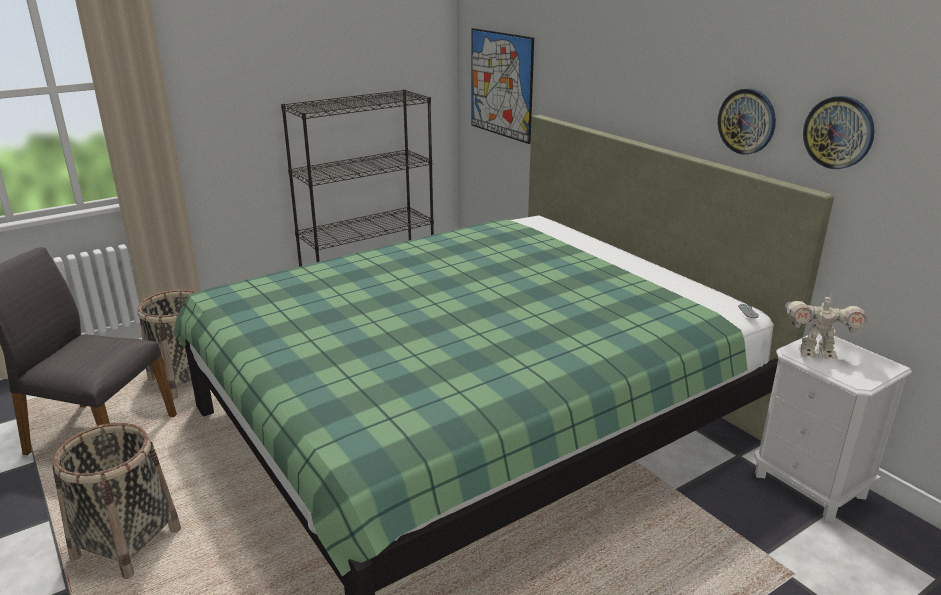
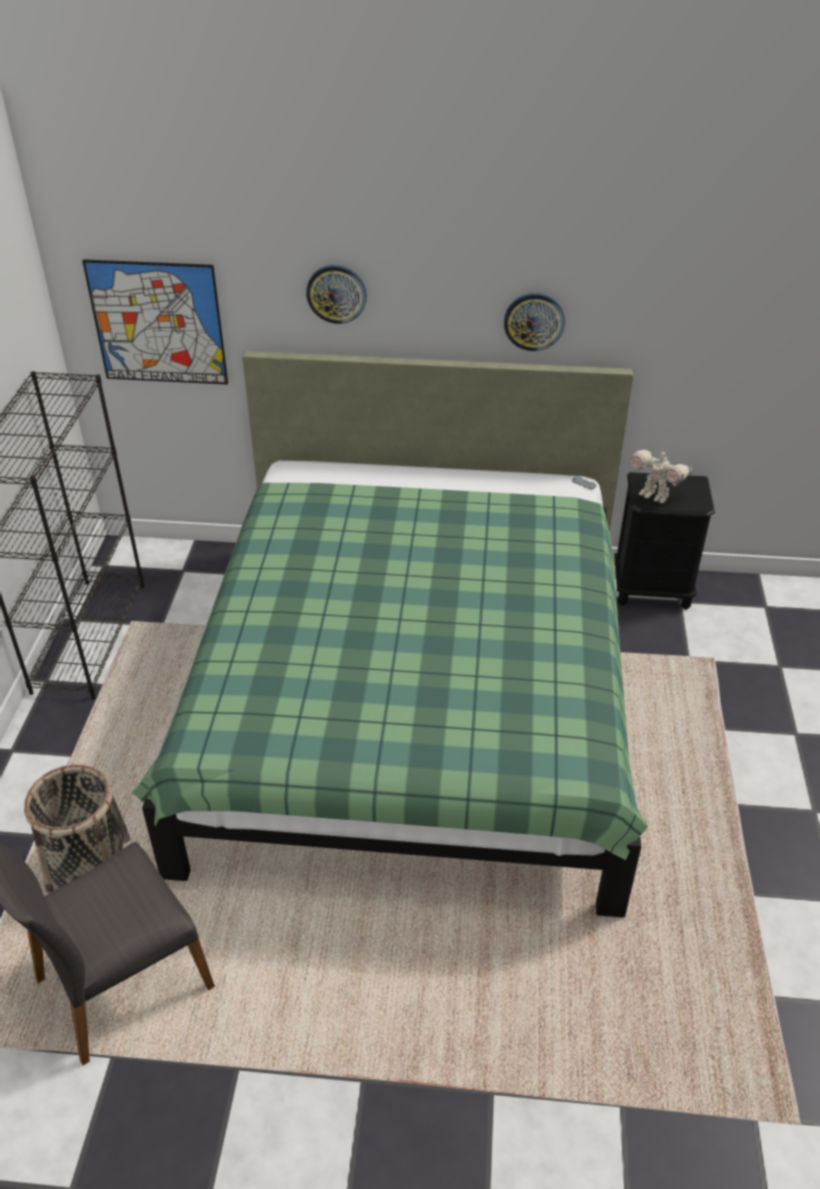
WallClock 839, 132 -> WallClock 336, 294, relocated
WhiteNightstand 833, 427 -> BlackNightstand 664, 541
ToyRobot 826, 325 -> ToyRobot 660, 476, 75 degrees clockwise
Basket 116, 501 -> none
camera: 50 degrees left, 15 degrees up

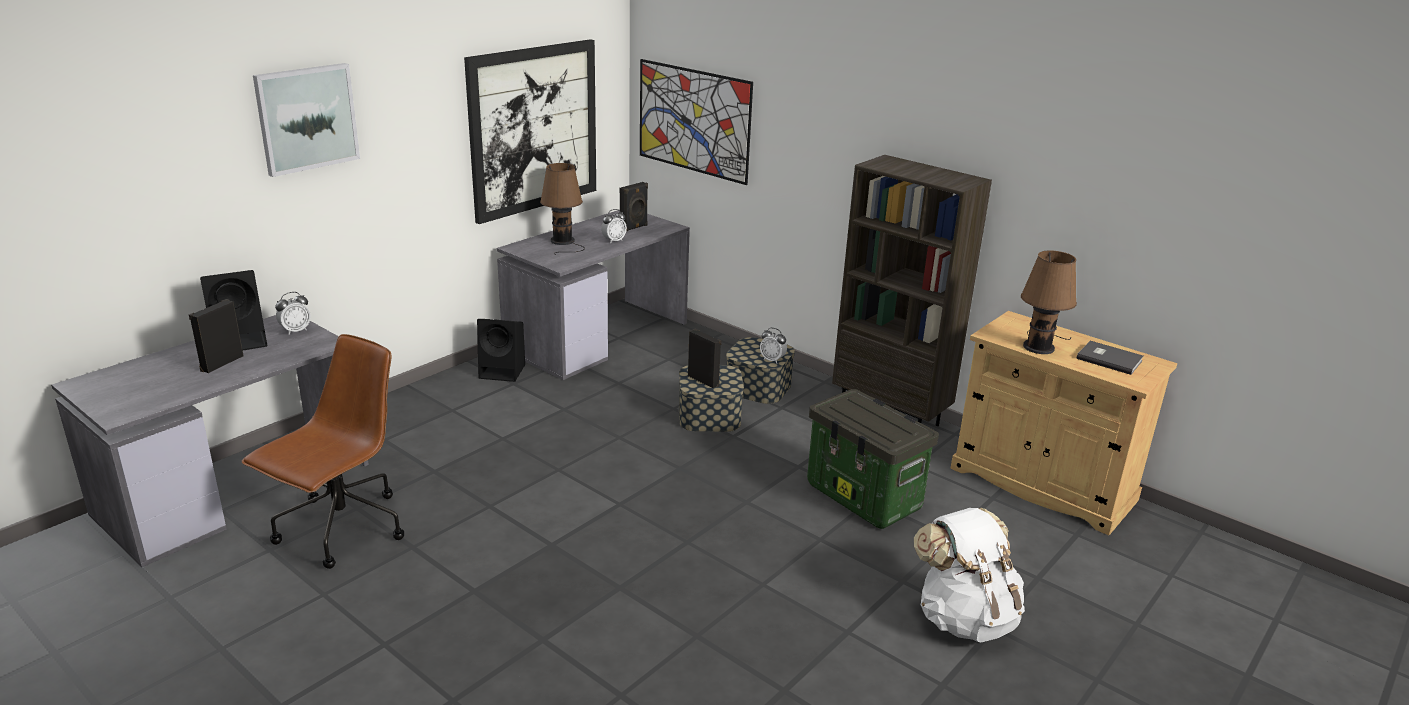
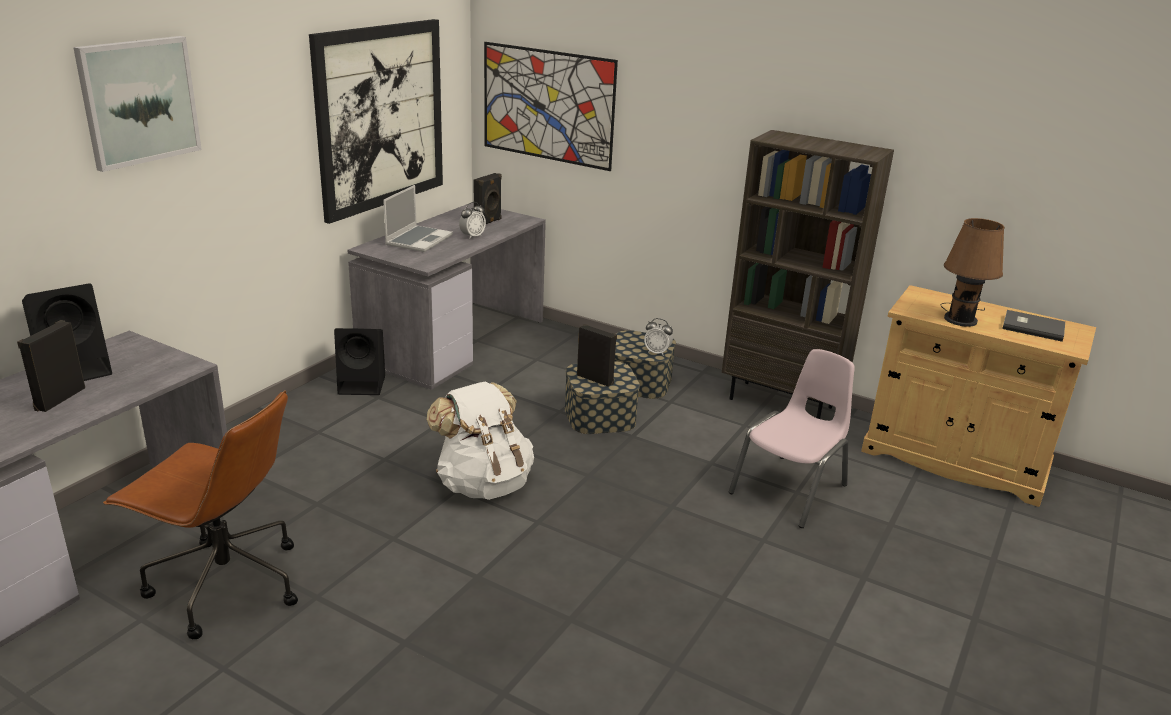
BrownOfficeChair 322, 451 -> BrownOfficeChair 200, 514, 90 degrees clockwise
BrownTableLamp 562, 209 -> Laptop 418, 218
WhiteBackpack 969, 575 -> WhiteBackpack 480, 440, relocated
StorageBox 873, 459 -> PinkChair 791, 438
AlarmClock 293, 313 -> none
camera: 10 degrees left, 0 degrees up

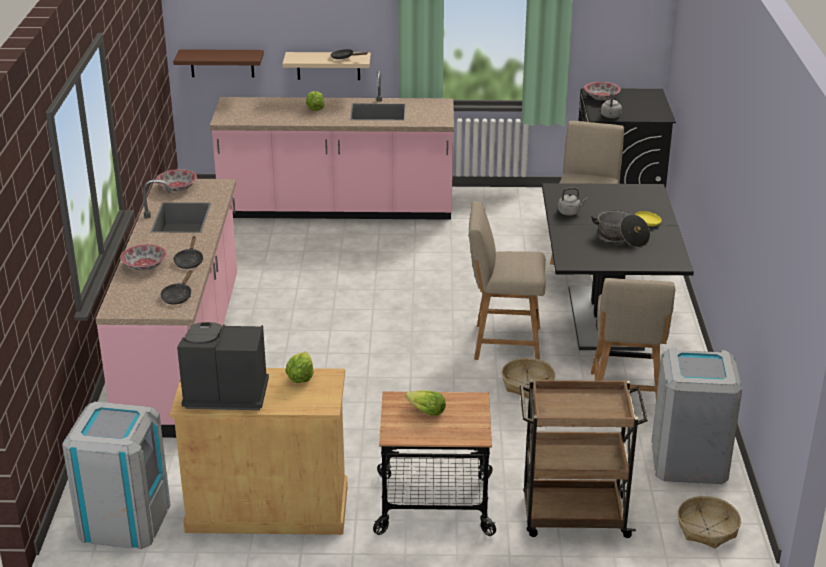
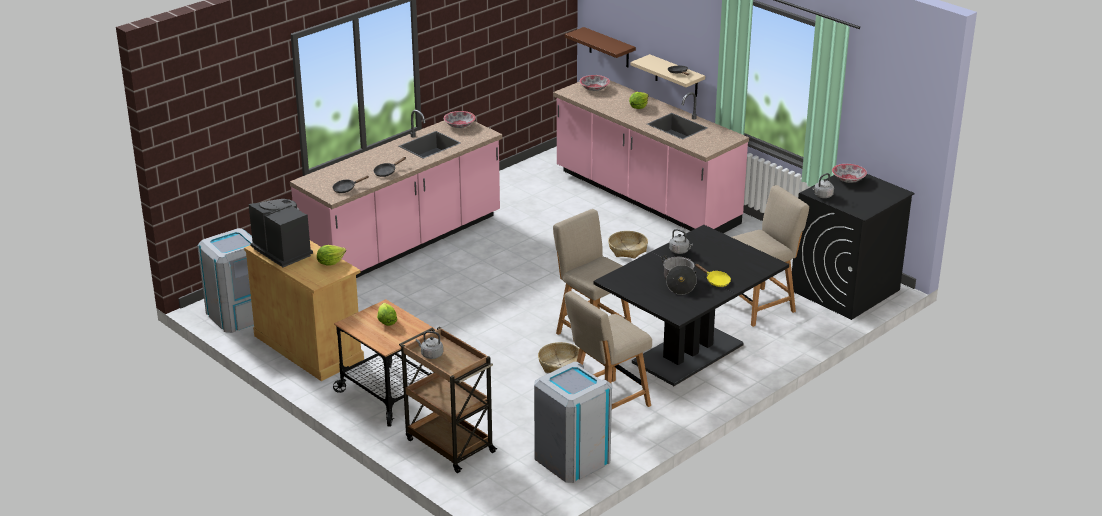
none -> GreyKettle 429, 345
Bowl 143, 257 -> Bowl 594, 83, relocated
Basket 709, 522 -> Basket 628, 245, relocated
camera: 45 degrees right, 0 degrees up

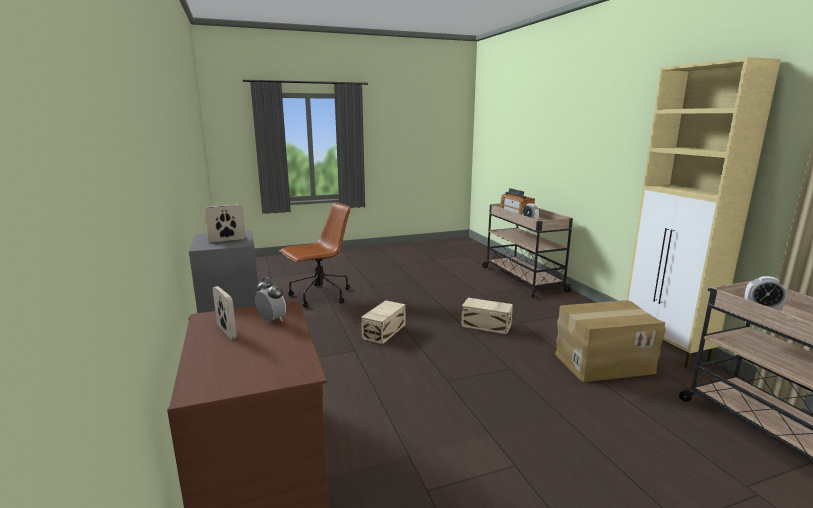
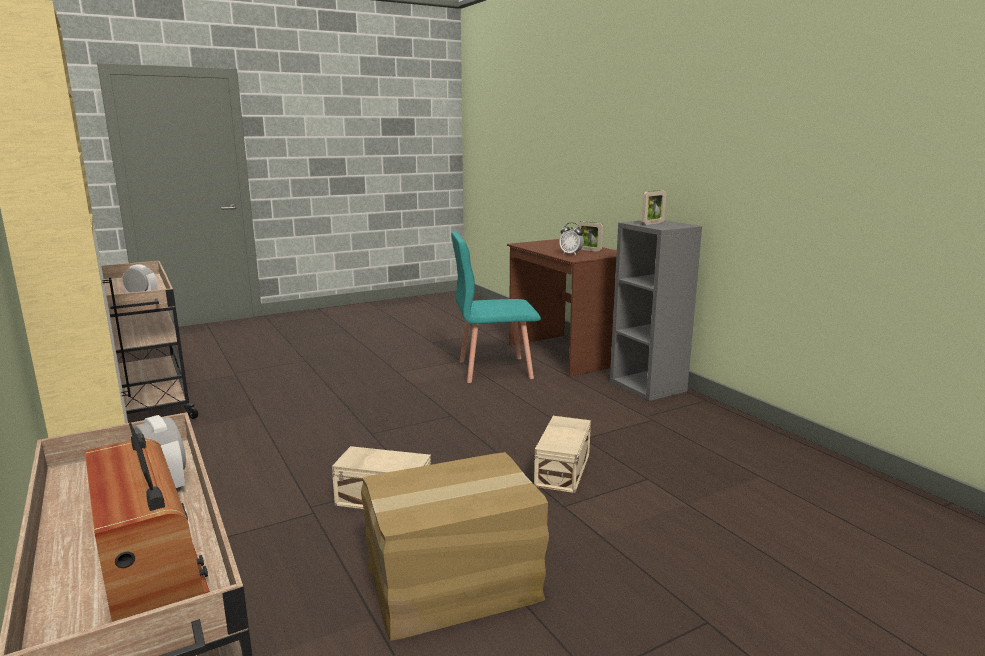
CardboardBox 610, 341 -> CardboardBox 455, 546, relocated
none -> TurquoiseChair 496, 307
BrownOfficeChair 315, 254 -> none
camera: 170 degrees right, 0 degrees up

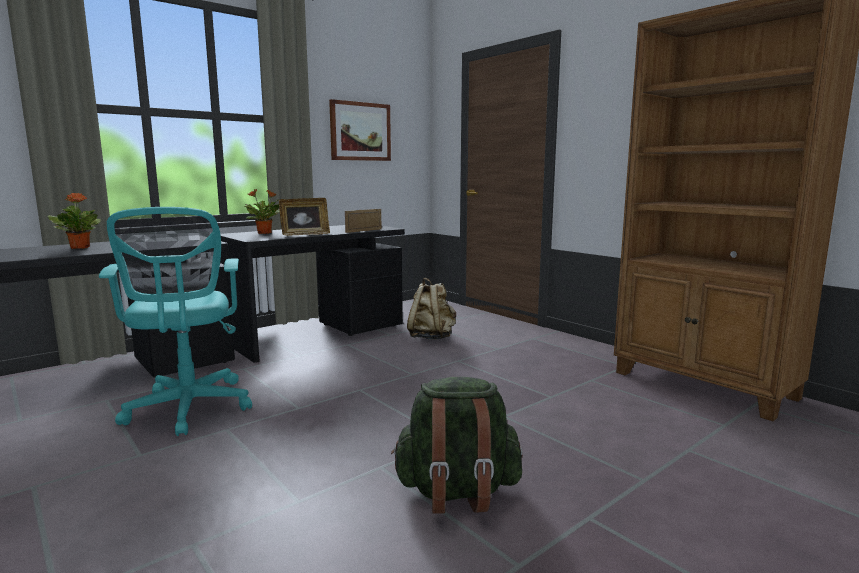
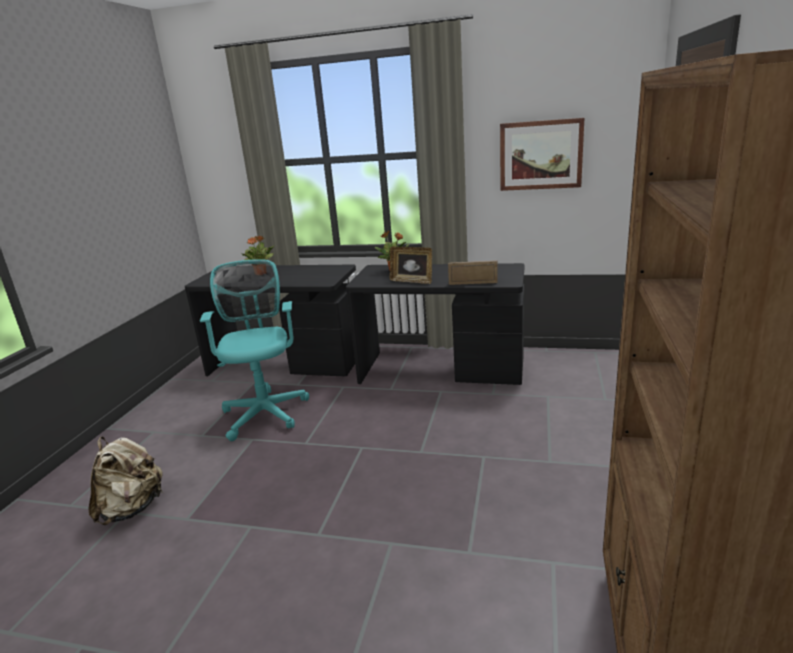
BeigeBackpack 431, 309 -> BeigeBackpack 125, 480, relocated
TurquoiseOfficeChair 175, 321 -> TurquoiseOfficeChair 254, 350, 135 degrees clockwise
GreenBackpack 457, 445 -> none
camera: 55 degrees right, 10 degrees up

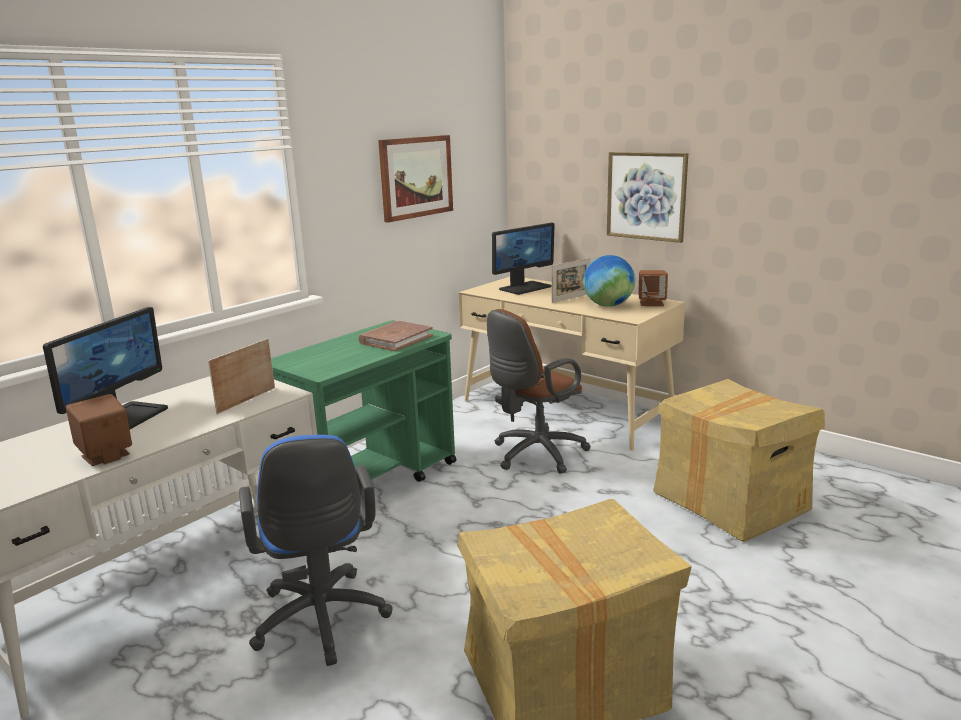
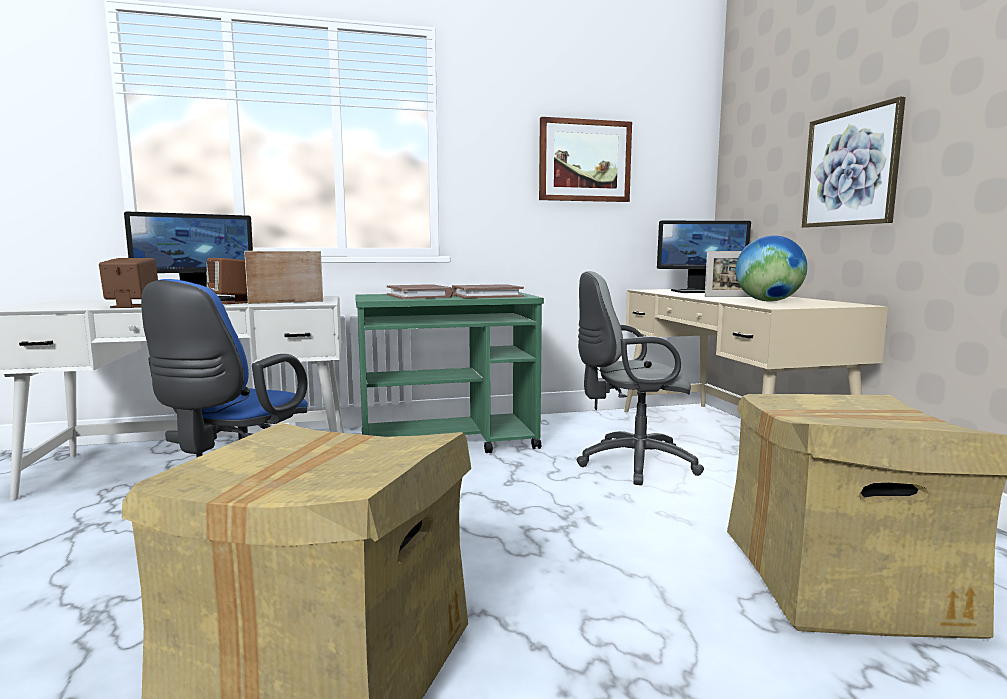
BrownSpeaker 653, 288 -> BrownSpeaker 227, 281, relocated
none -> BrownBook 420, 291
BrownOfficeChair 539, 391 -> GreyOfficeChair 640, 378
camera: 35 degrees right, 10 degrees down

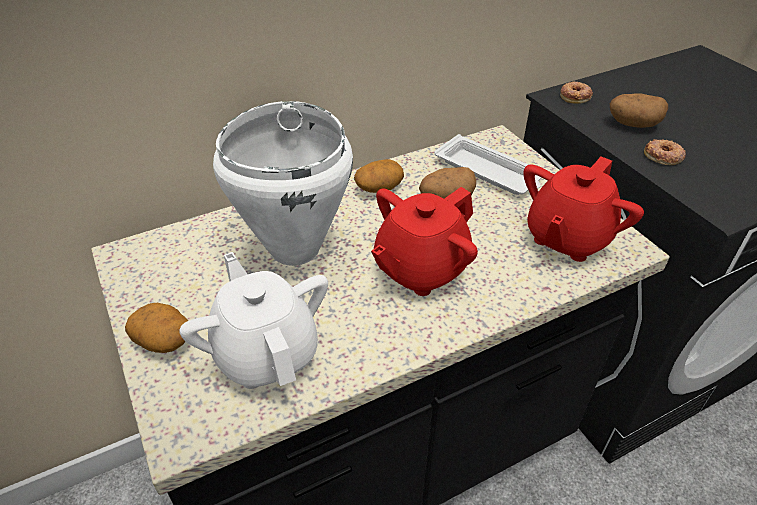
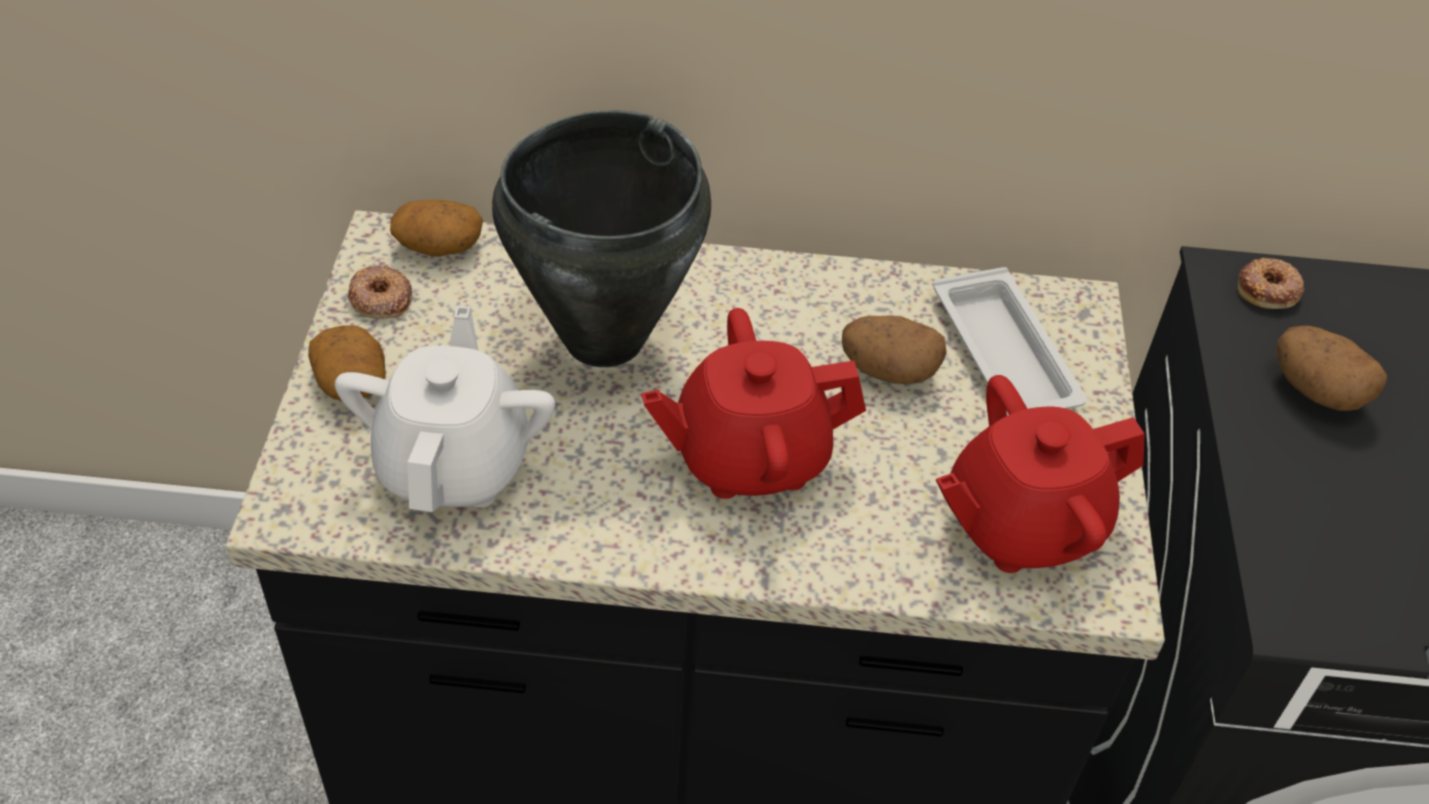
Donut 665, 152 -> Donut 380, 292, relocated
Potato 379, 176 -> Potato 436, 228, relocated
WhiteCookingPot 283, 183 -> BlackCookingPot 601, 238
camera: 30 degrees right, 5 degrees up

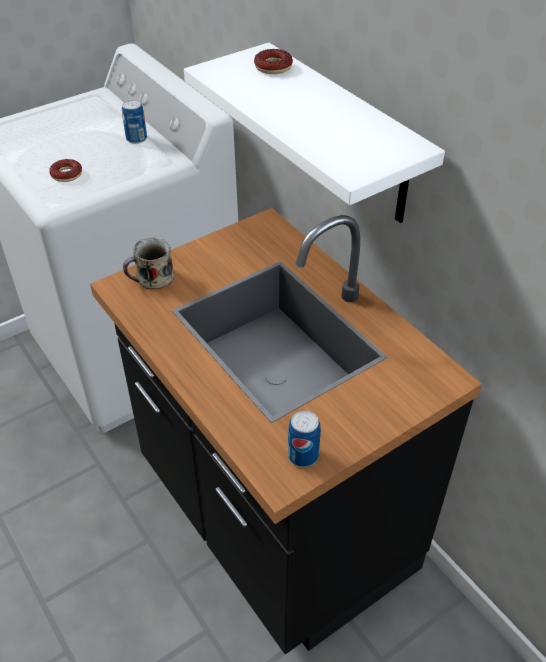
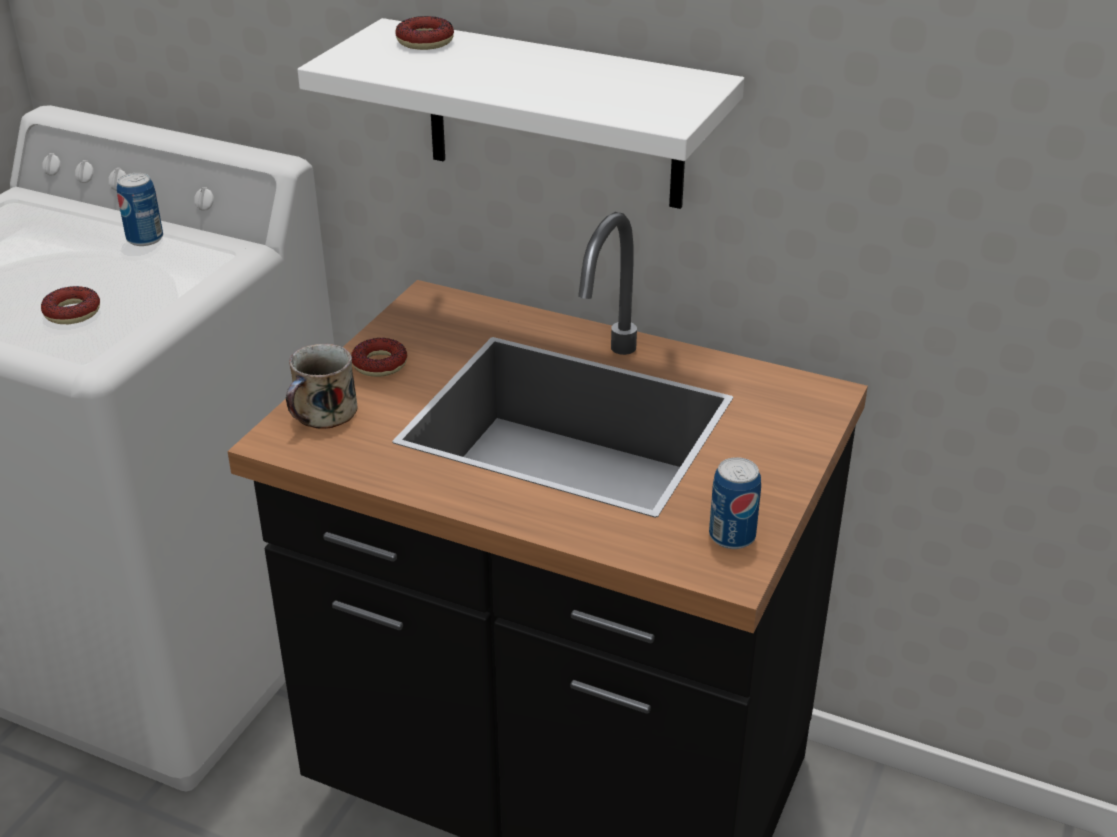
none -> Donut 379, 357
camera: 30 degrees left, 10 degrees down

